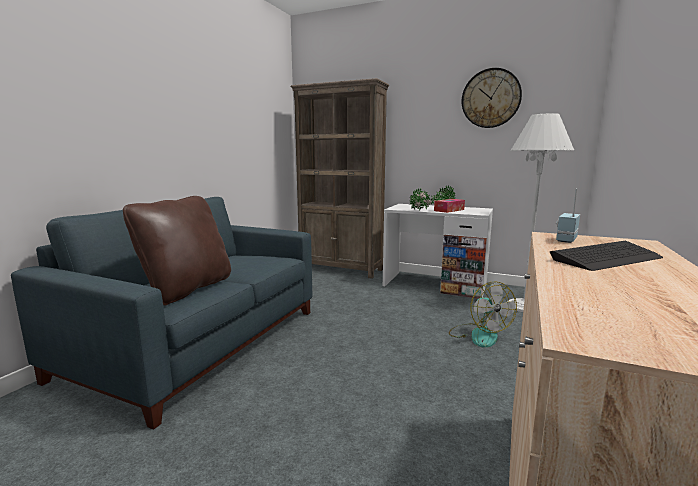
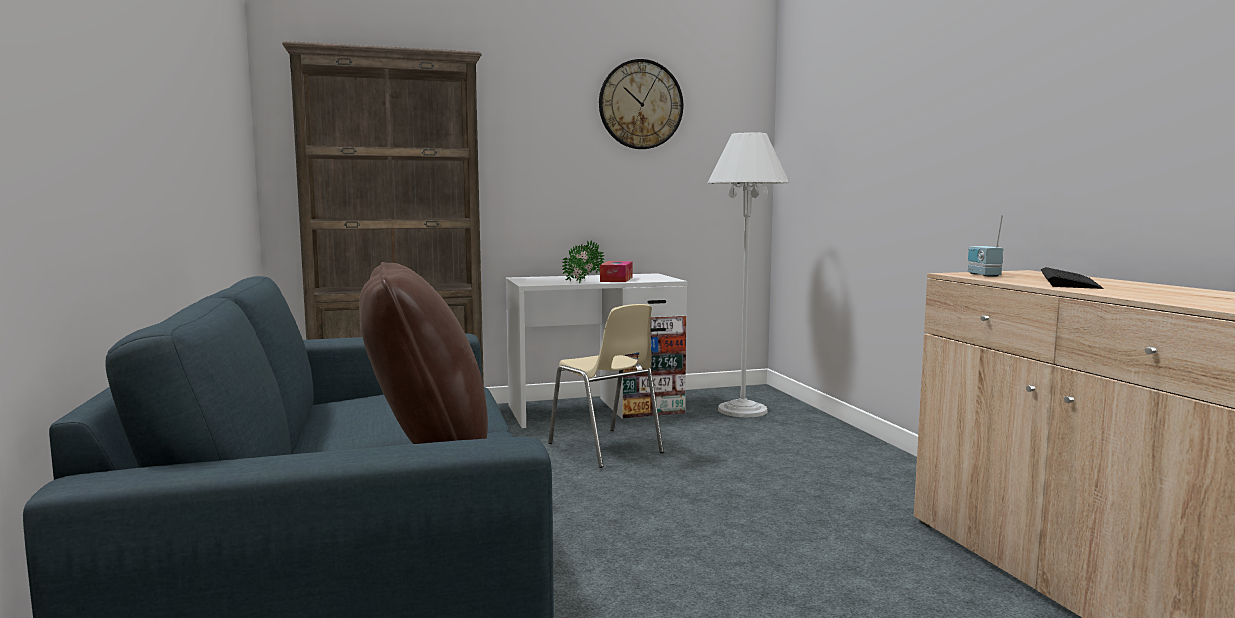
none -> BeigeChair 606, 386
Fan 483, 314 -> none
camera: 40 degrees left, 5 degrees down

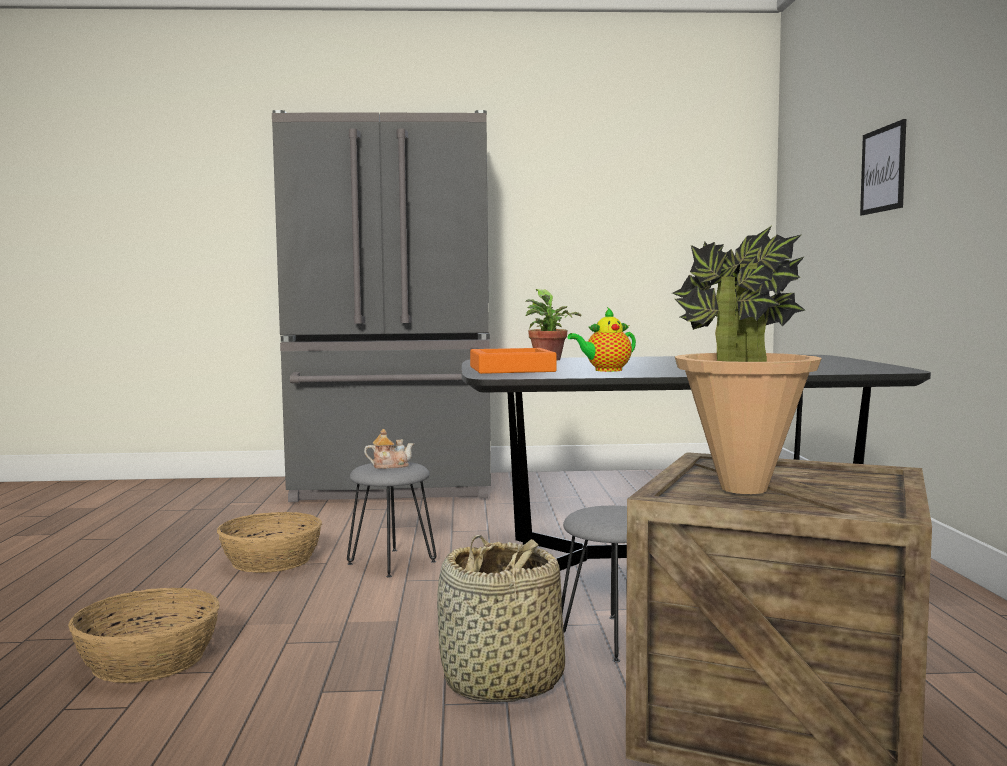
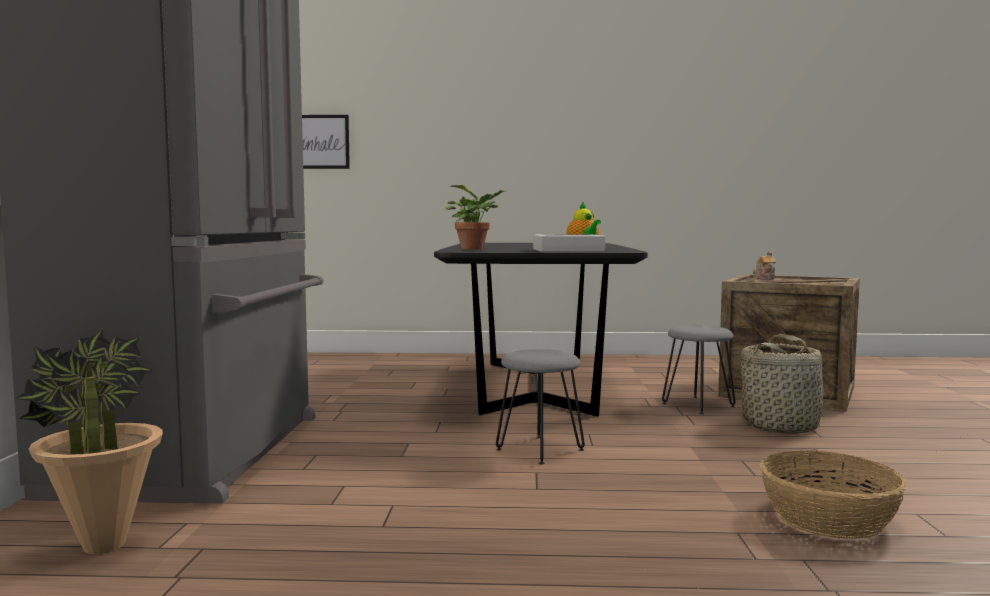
PottedPlant 747, 359 -> PottedPlant 88, 441, relocated
Picture 883, 167 -> Picture 326, 142, relocated
OrangeTray 513, 361 -> GreyTray 569, 243
Teapot 389, 449 -> Teapot 764, 265, relocated
Basket 269, 542 -> none
camera: 85 degrees left, 0 degrees up

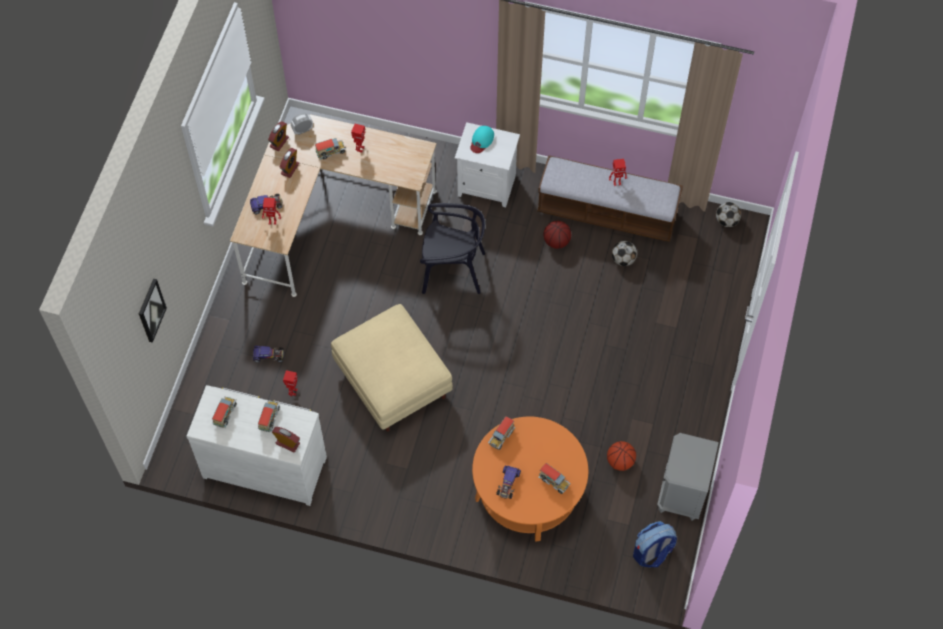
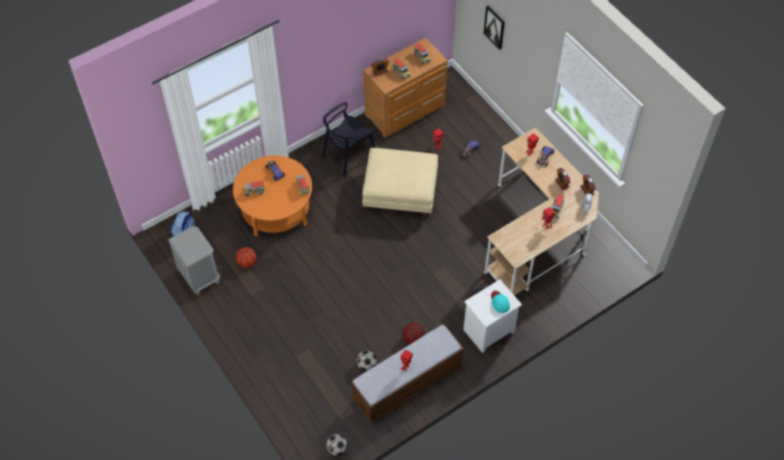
BlackChair 452, 248 -> BlackChair 350, 139, relocated
WhiteDresser 256, 445 -> BrownDresser 405, 88
camera: 130 degrees right, 5 degrees down

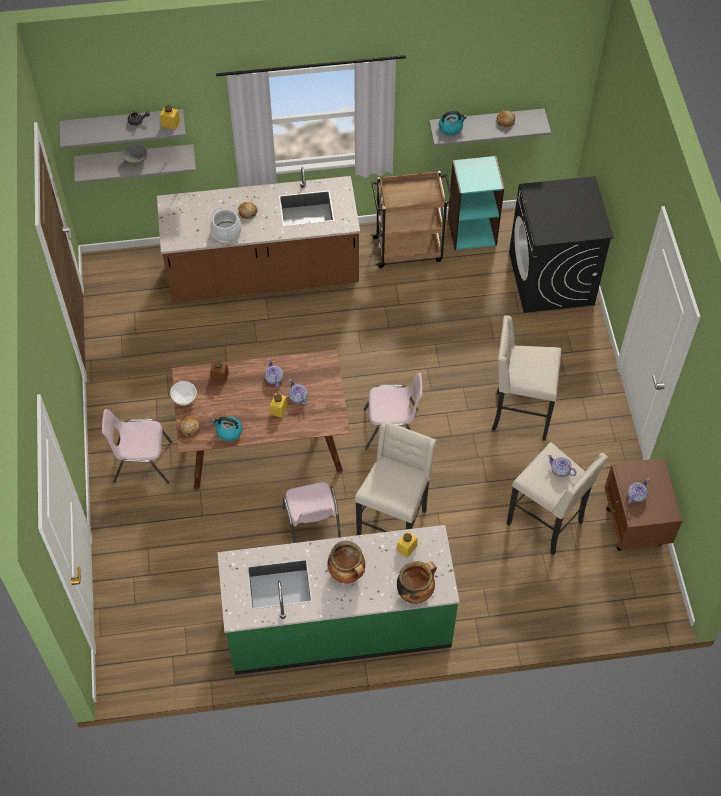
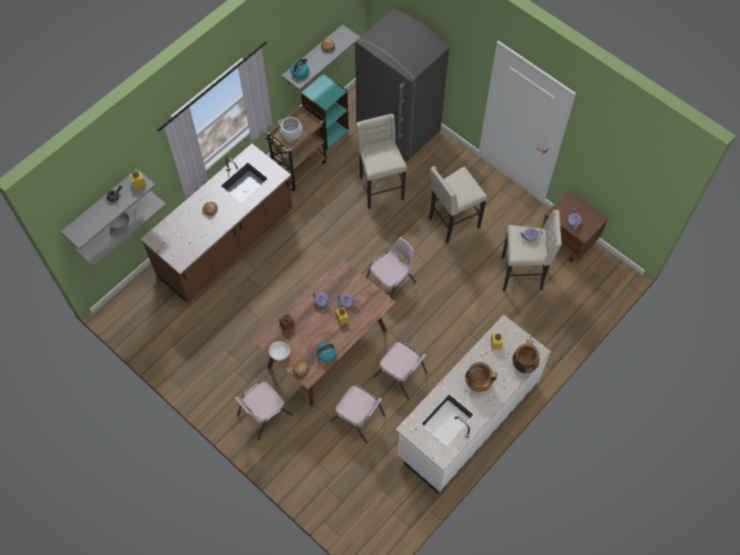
CookingPot 226, 224 -> CookingPot 290, 129, relocated
none -> PinkChair 358, 414
BlackWashingMachine 561, 244 -> GreyFridge 402, 85
BeigeStool 395, 478 -> BeigeStool 382, 161, relocated
GreenCounter 338, 600 -> WhiteCounter 473, 404
camera: 40 degrees left, 5 degrees up

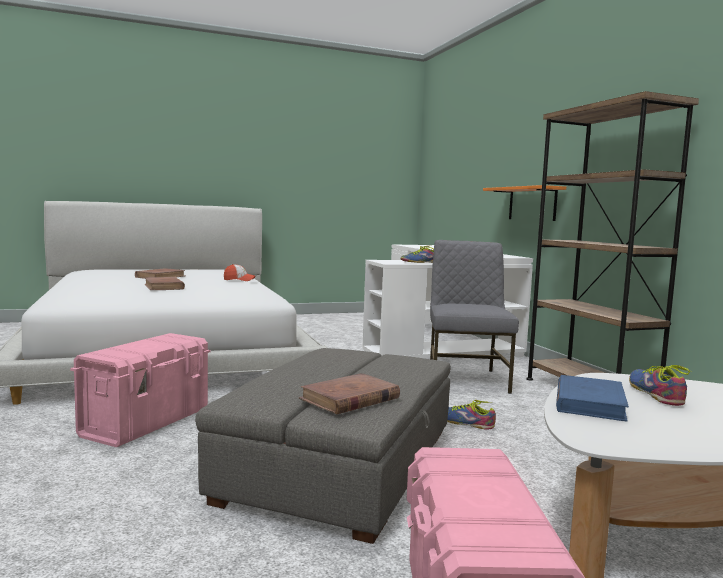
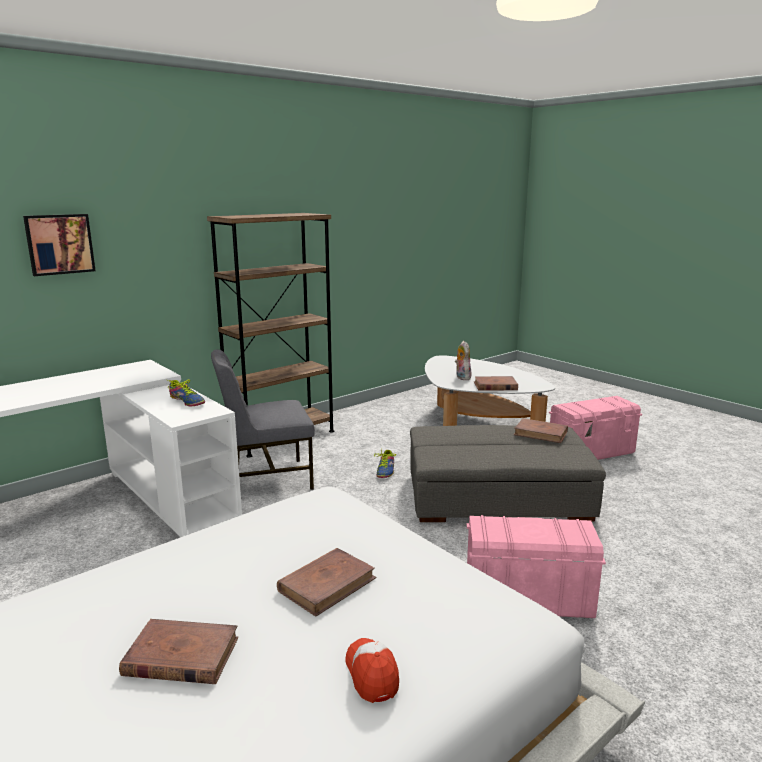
none -> Picture 59, 245
Cap 240, 272 -> Cap 372, 670, relocated
Shoe 660, 385 -> PlushToy 463, 360
BlueBook 592, 398 -> BrownBook 496, 383
OrangeShelf 524, 203 -> none
camera: 110 degrees left, 10 degrees up

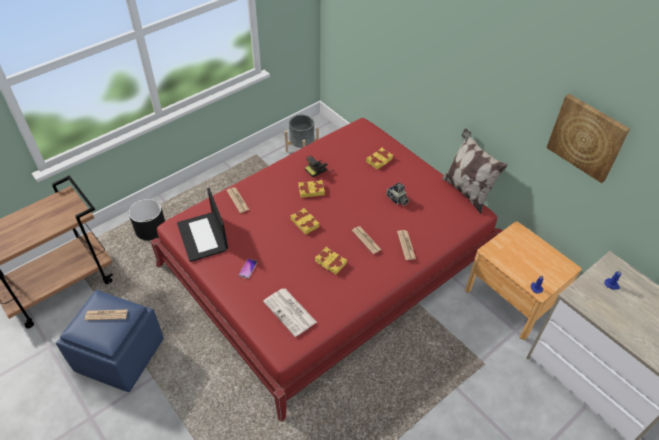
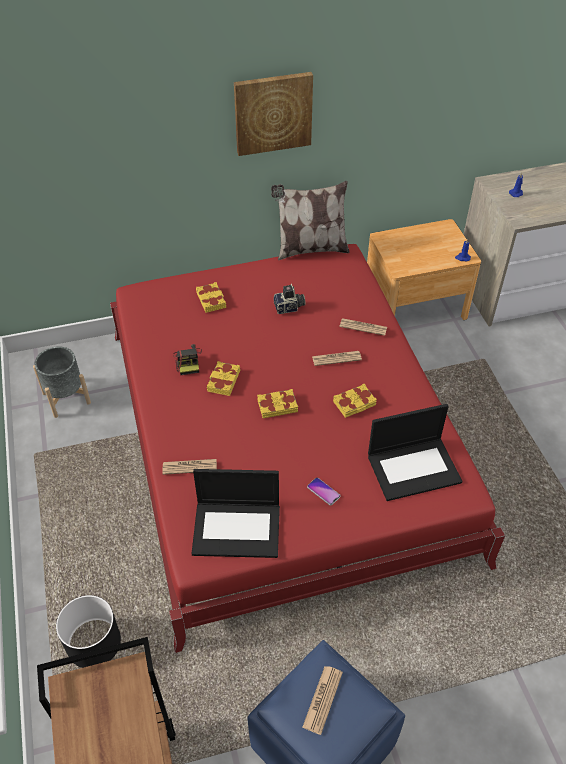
Picture 588, 138 -> Picture 273, 114, relocated
Newspaper 290, 313 -> Laptop 415, 452
camera: 65 degrees left, 0 degrees up

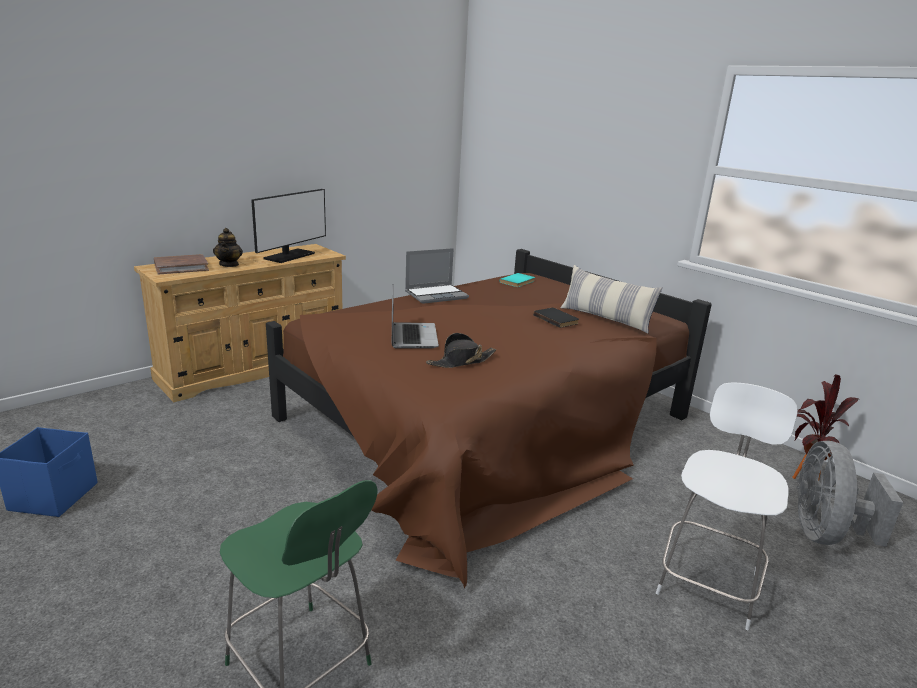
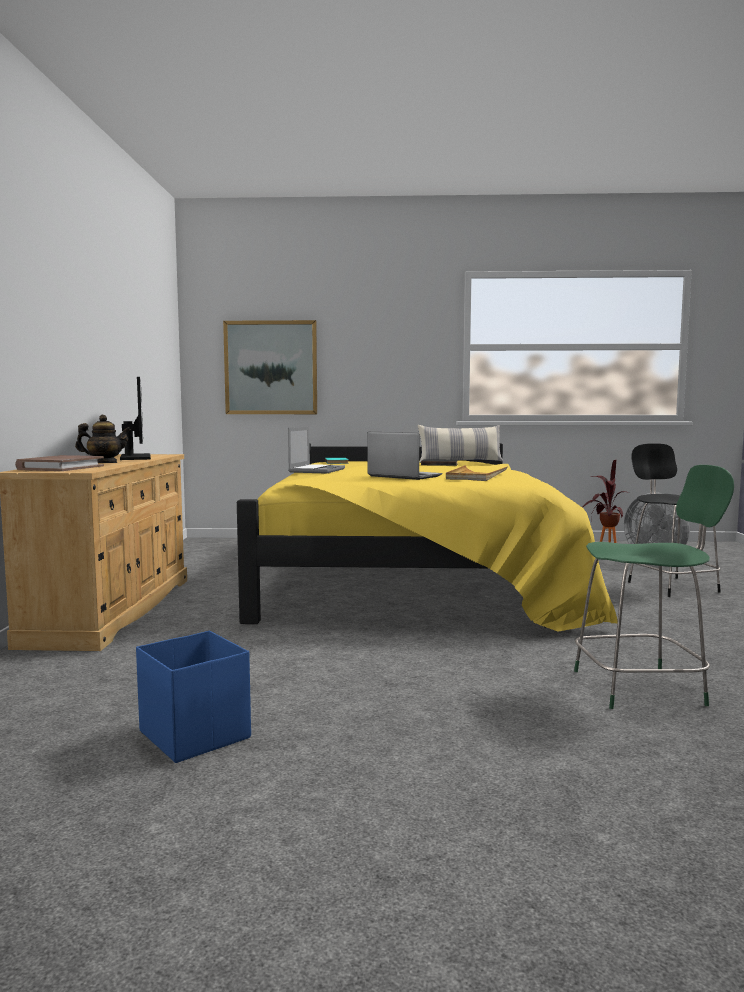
Teapot 228, 247 -> Teapot 103, 439, 45 degrees counterclockwise
none -> Picture 270, 367
BrownBed 489, 419 -> YellowBed 427, 537
BlackHat 461, 350 -> BeigeTray 477, 473
WhiteChair 727, 506 -> BlackChair 674, 520
camera: 45 degrees left, 15 degrees down

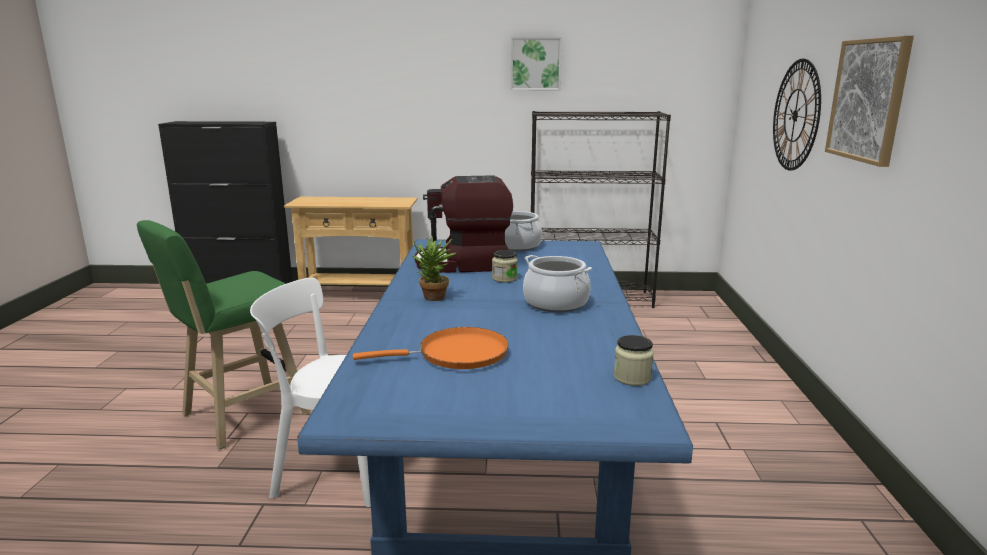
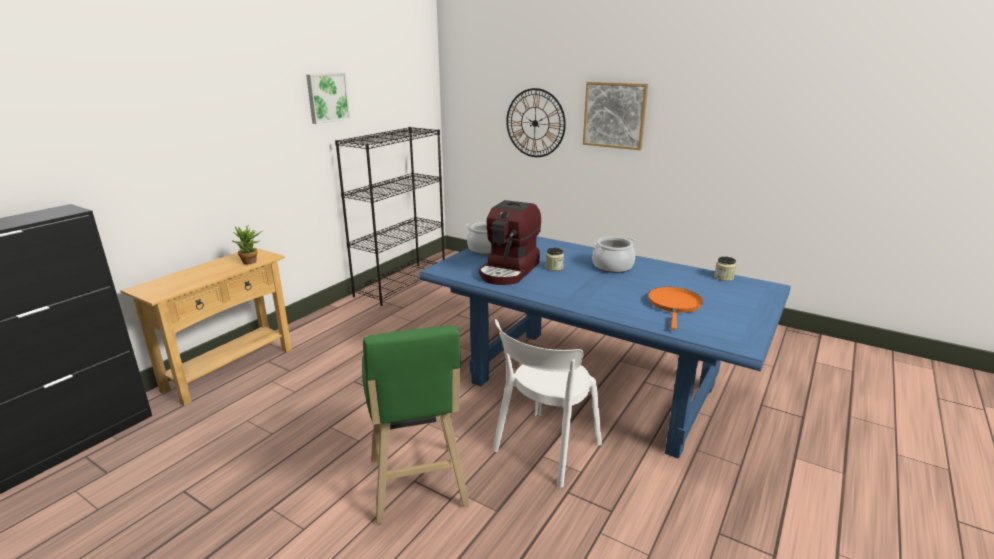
PottedPlant 434, 268 -> PottedPlant 247, 244, relocated
camera: 60 degrees left, 5 degrees up

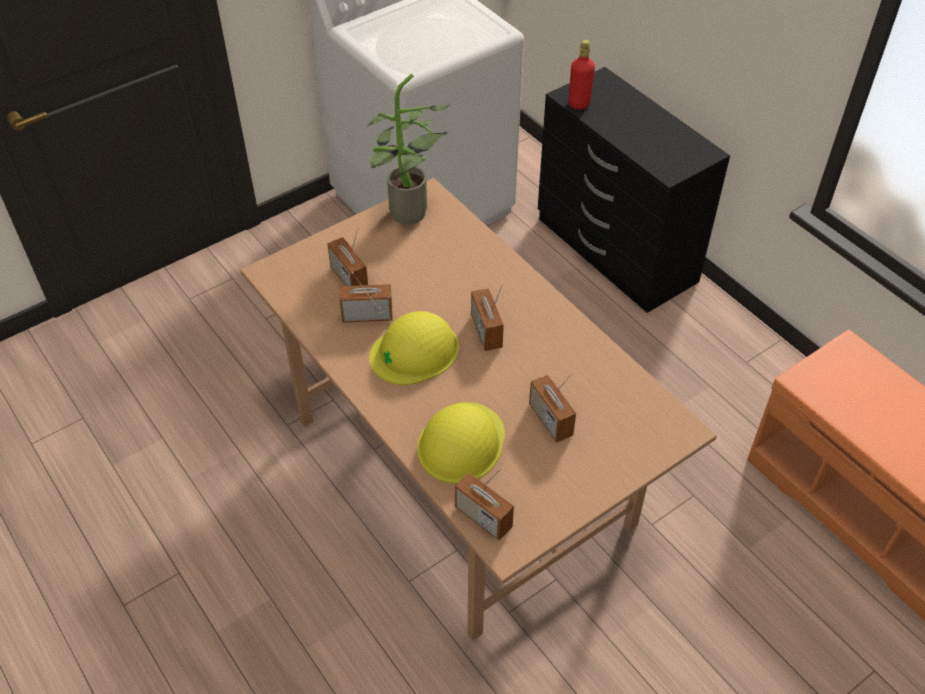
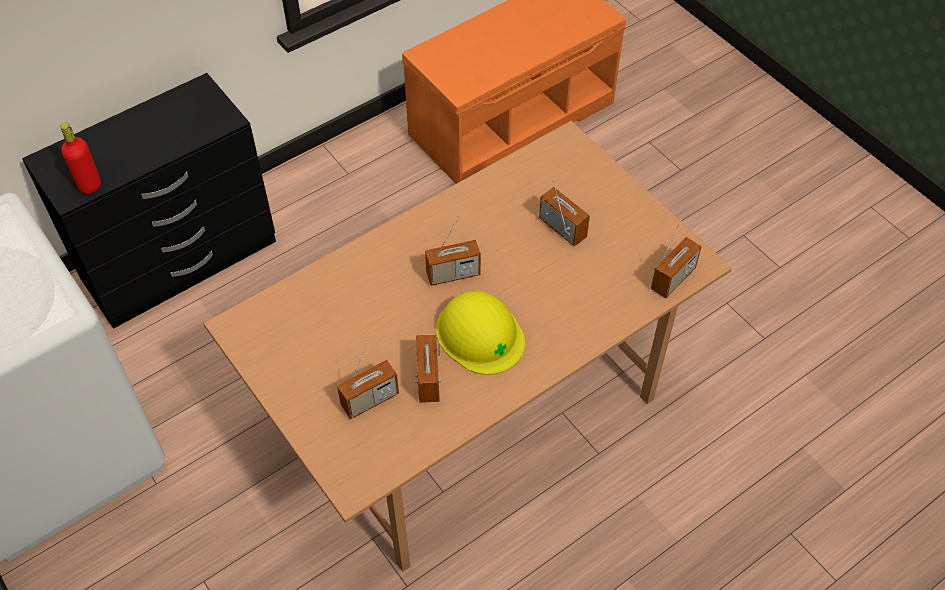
Radio 552, 407 -> Radio 564, 213, 105 degrees counterclockwise
PottedPlant 409, 149 -> none
YellowHardHat 461, 443 -> none
camera: 90 degrees left, 5 degrees up

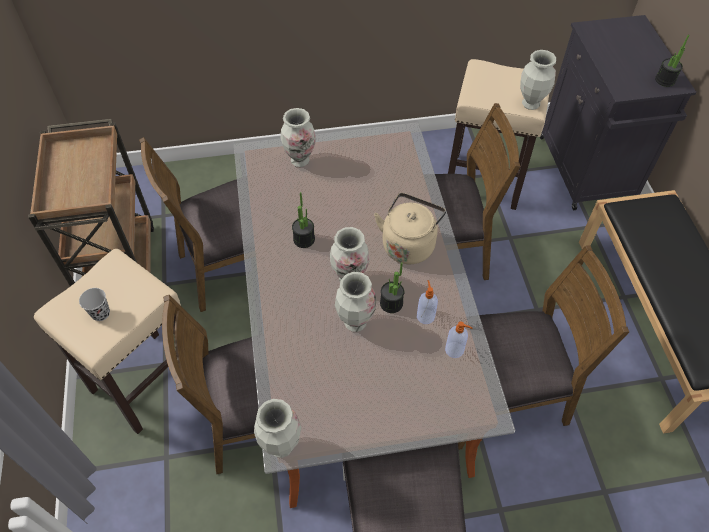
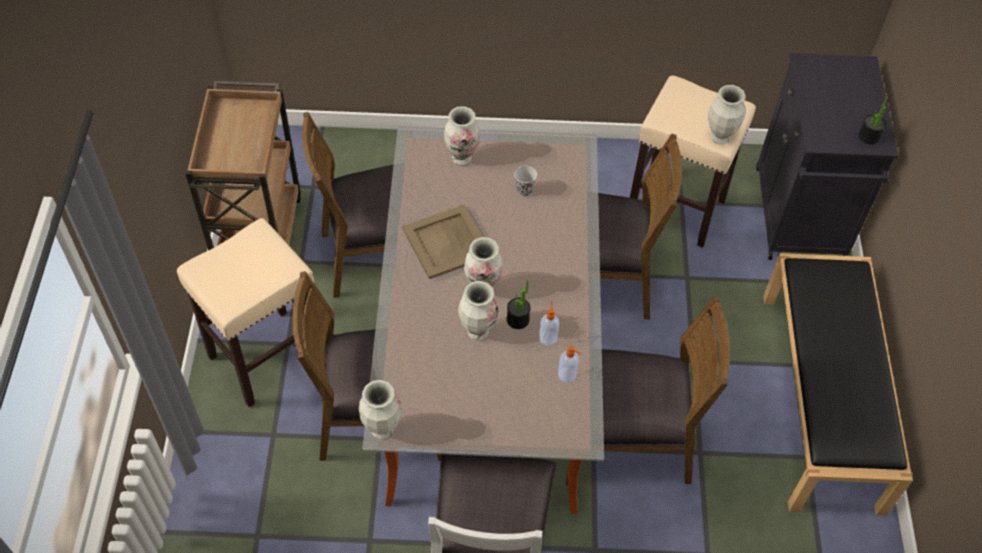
PottedPlant 303, 220 -> BeigeTray 442, 242
BlackCup 94, 304 -> BlackCup 525, 181, relocated
BeigeKettle 410, 228 -> none
camera: 10 degrees right, 0 degrees up

